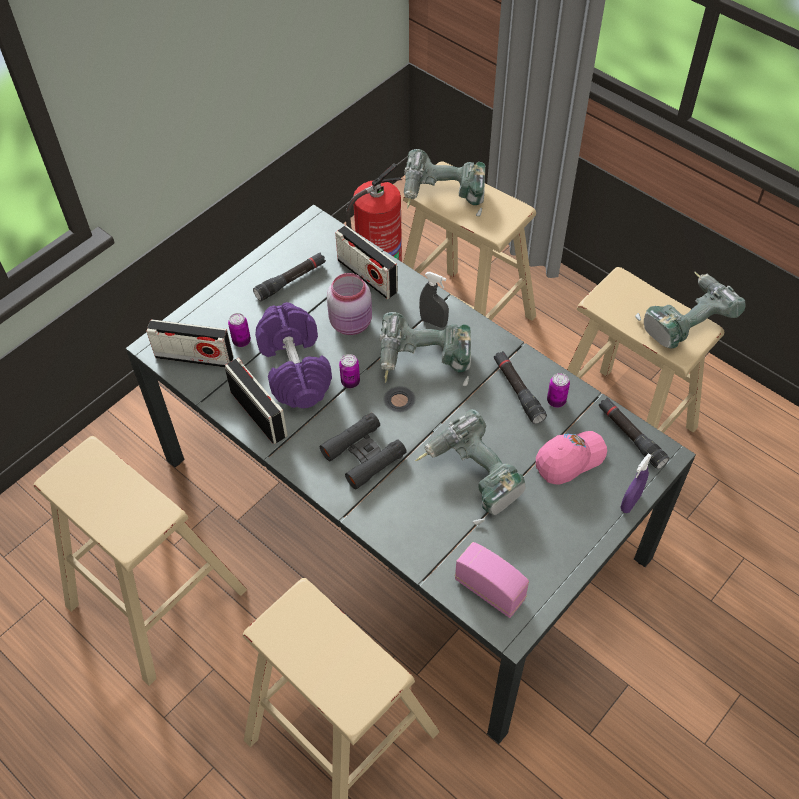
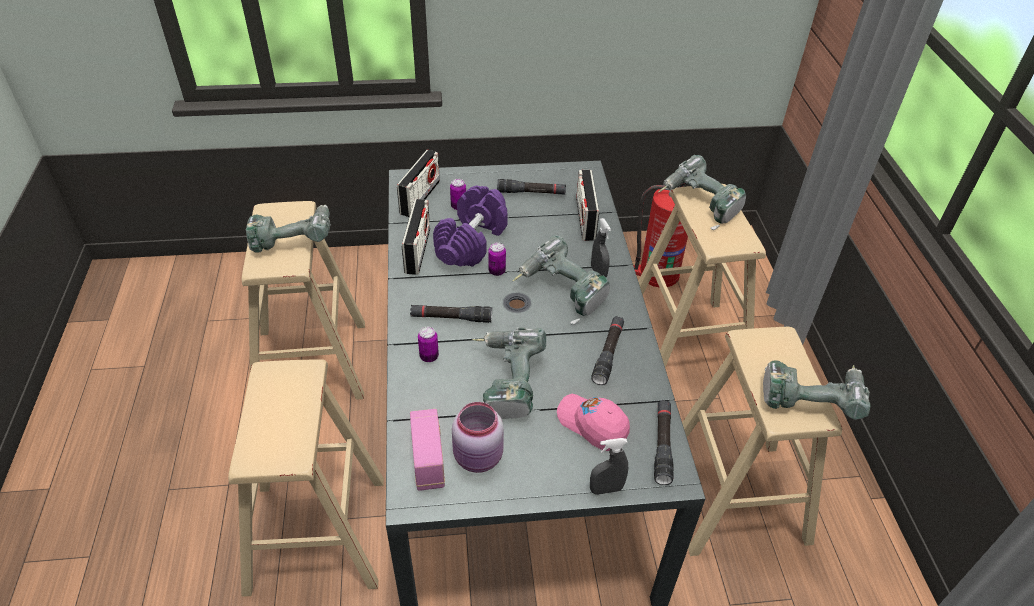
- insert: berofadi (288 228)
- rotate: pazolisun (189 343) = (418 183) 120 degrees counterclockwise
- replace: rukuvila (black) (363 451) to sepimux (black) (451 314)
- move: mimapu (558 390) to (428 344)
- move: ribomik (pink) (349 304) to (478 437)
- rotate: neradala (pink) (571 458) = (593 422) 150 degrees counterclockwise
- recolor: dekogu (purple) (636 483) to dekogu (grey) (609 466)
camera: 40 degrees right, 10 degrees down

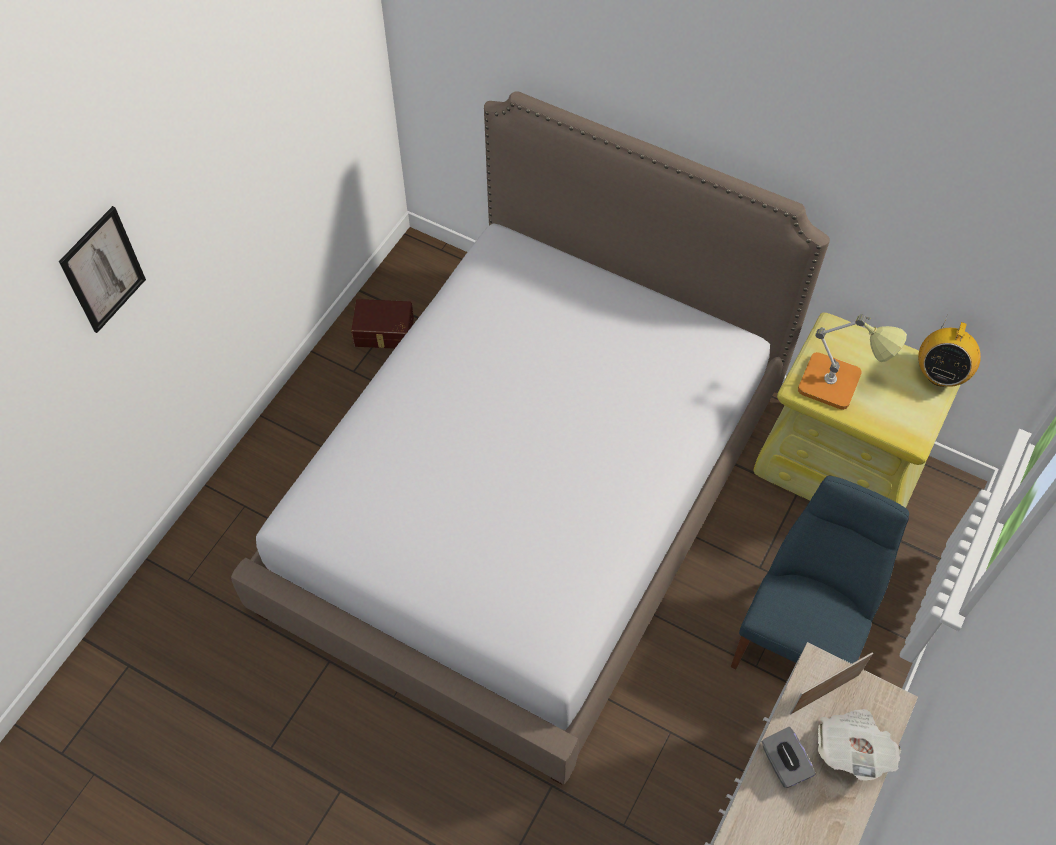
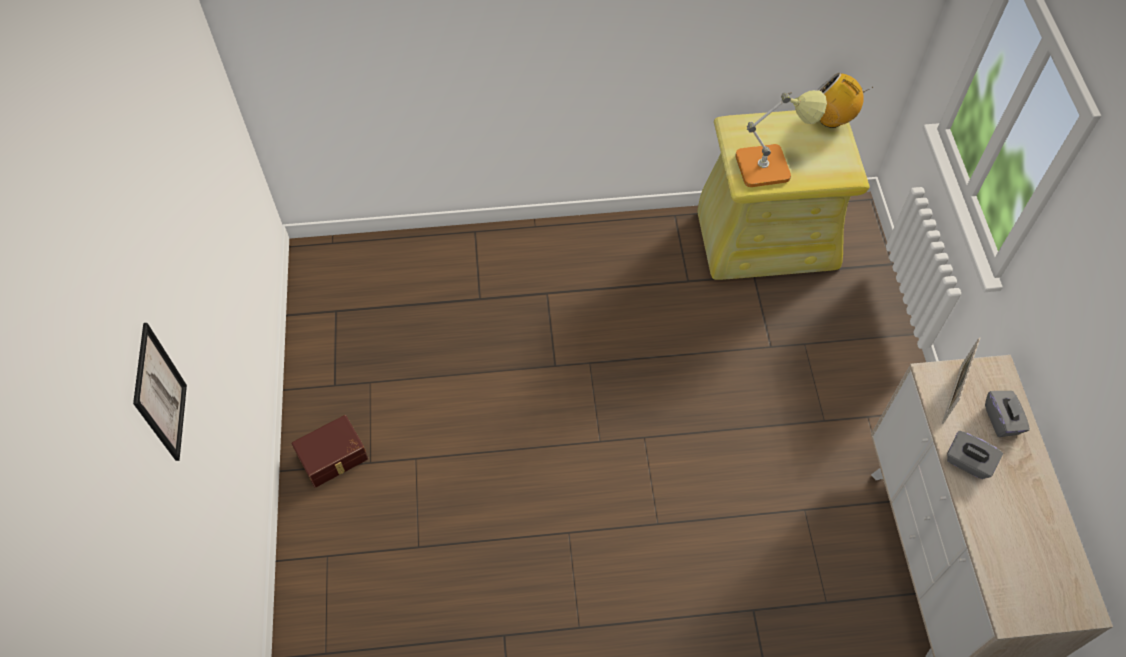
- move: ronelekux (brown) (382 324) to (329 451)
- rotate: pazolisun (949 351) = (845 100) 135 degrees clockwise
- replace: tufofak (859 745) to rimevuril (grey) (1007 414)
- delete: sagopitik (530 438)
- delete: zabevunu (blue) (820 572)
camera: 35 degrees left, 0 degrees up

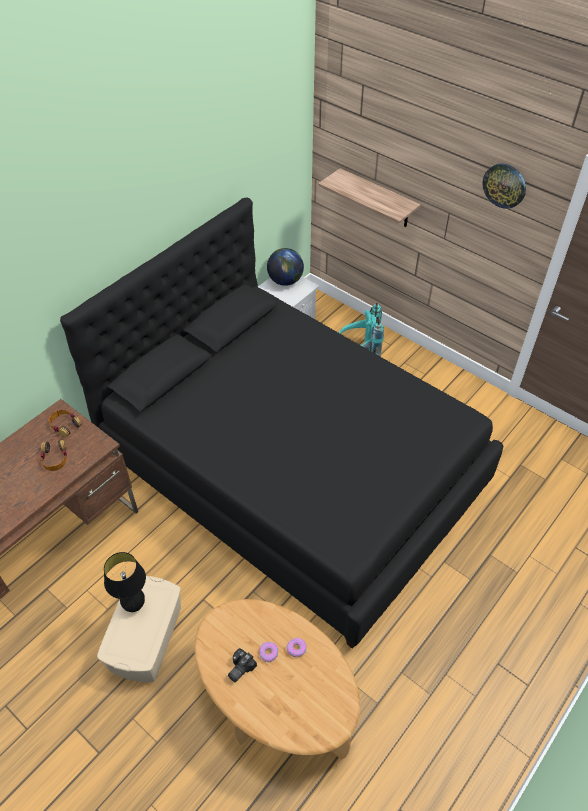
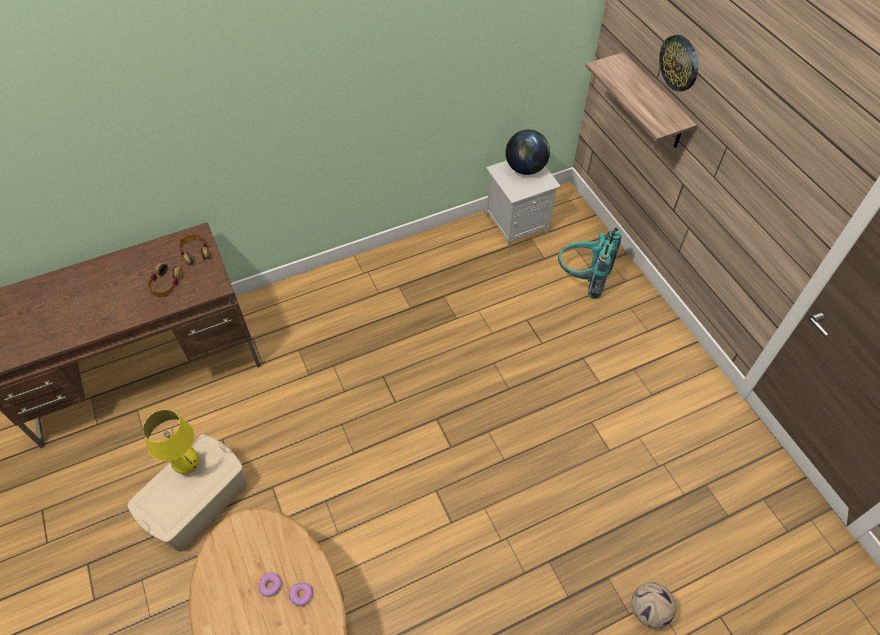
- recolor: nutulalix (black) (125 582) to nutulalix (yellow) (171 442)
- insert: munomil (653 605)
- move: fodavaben (504 186) to (678 63)
- delete: sagopitik (black) (282 423)
- delete: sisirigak (242 665)
camera: 25 degrees right, 5 degrees up

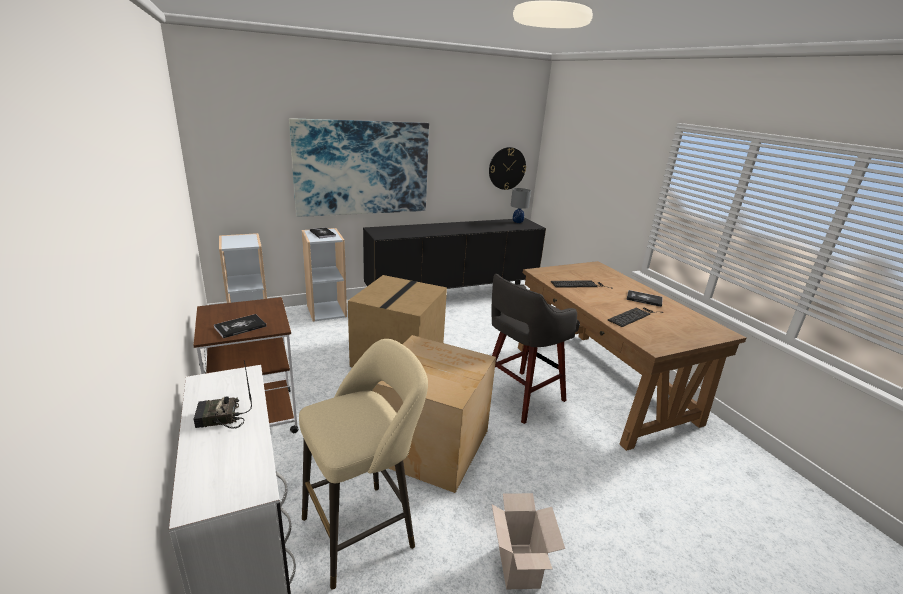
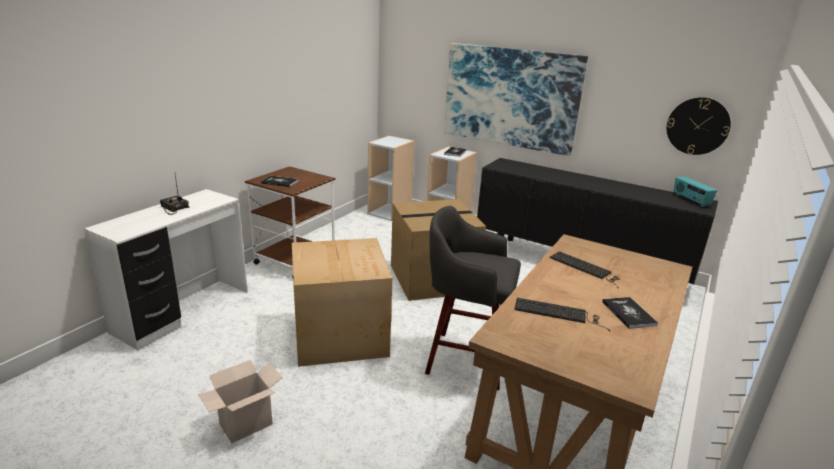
- replace: nutulalix (grey) (521 205) to pazolisun (695 191)
- delete: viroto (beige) (363 464)
camera: 55 degrees right, 0 degrees up

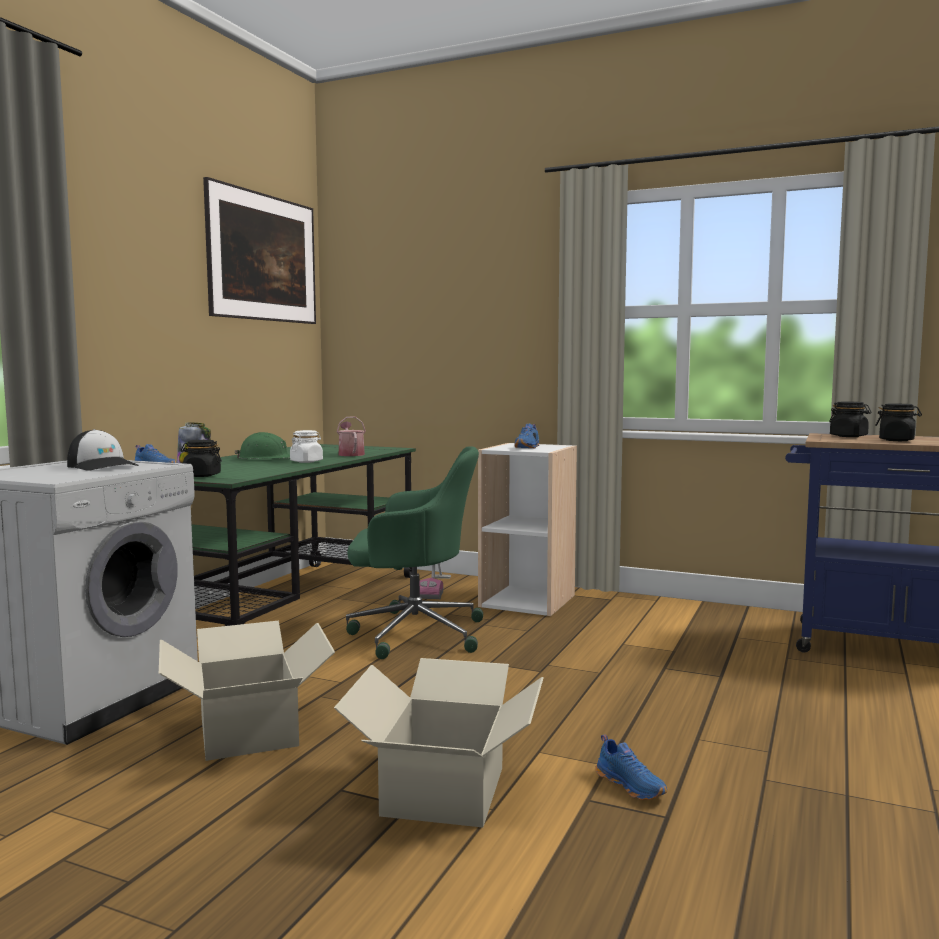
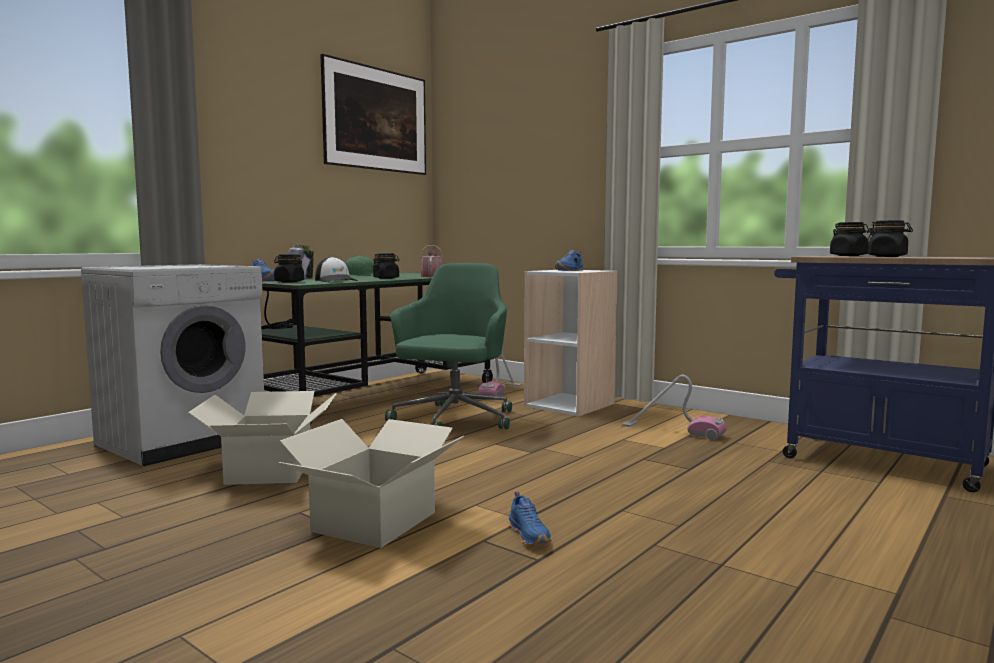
- move: neradala (103 450) to (336 269)
- recolor: ribomik (white) (306 446) to ribomik (black) (386 266)
- rotate: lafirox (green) (414 553) = (448 346) 90 degrees counterclockwise
- insert: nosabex (674 407)
camera: 15 degrees right, 0 degrees up

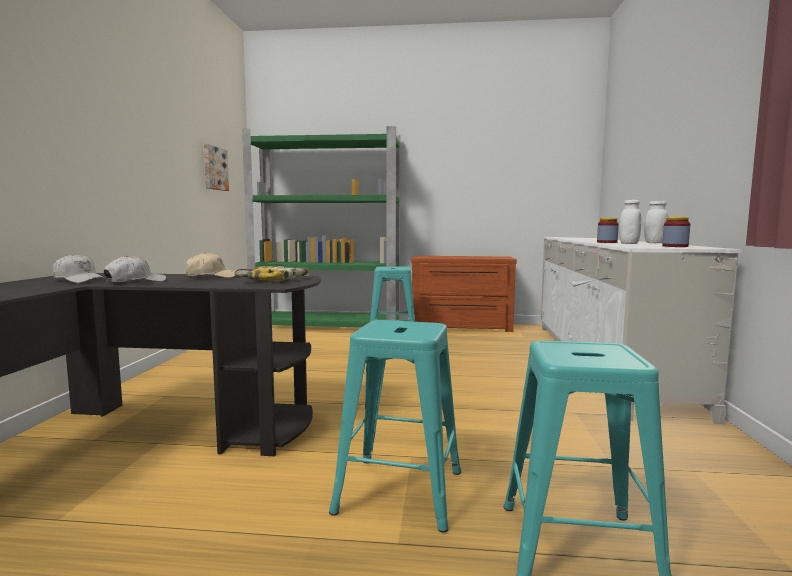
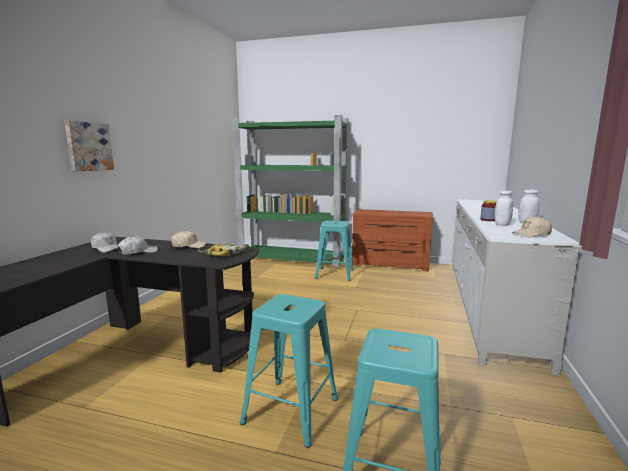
- move: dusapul (216 167) to (89 145)
- replace: ribomik (676 232) to neradala (beige) (532 226)
camera: 10 degrees right, 5 degrees up

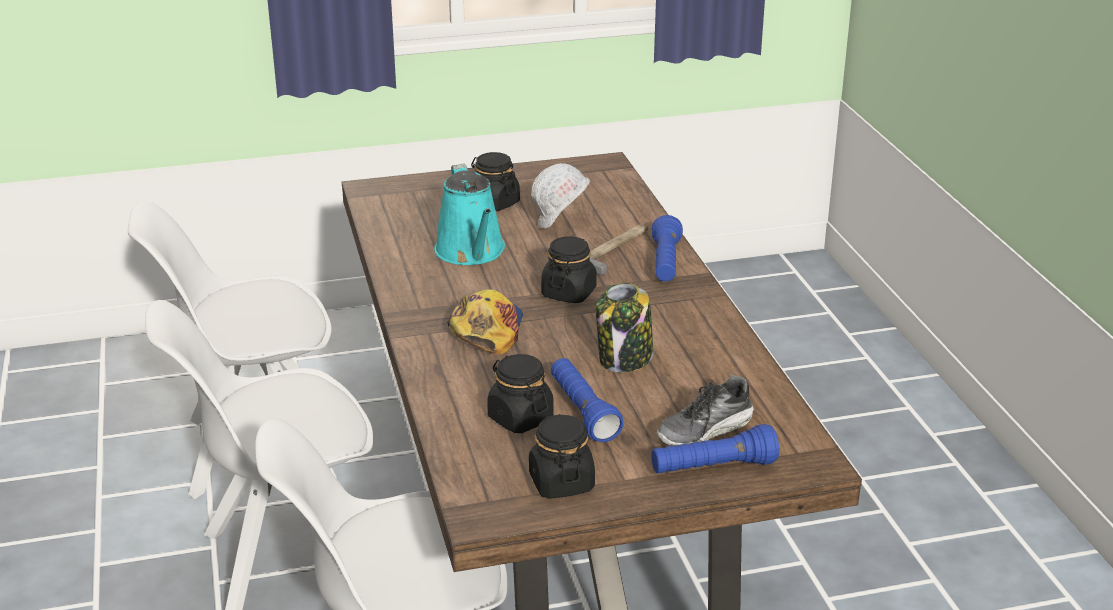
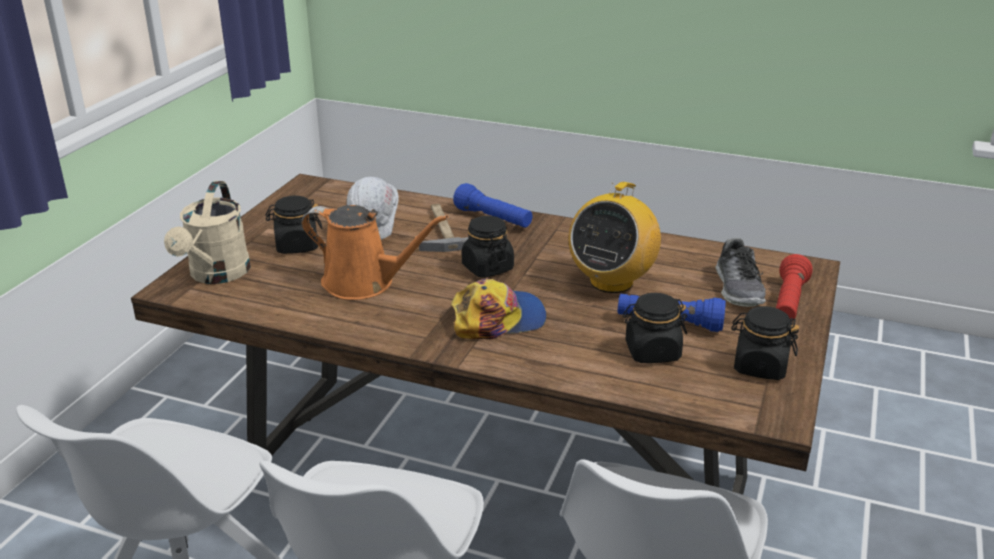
- insert: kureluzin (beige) (207 232)
- recolor: kureluzin (turquoise) (469 214) to kureluzin (orange) (375 252)
- rotate: neradala (485 321) = (499 308) 120 degrees clockwise
- replace: ribomik (624 327) to pazolisun (615 237)
- recolor: sepimux (blue) (715 449) to sepimux (red) (794 286)
camera: 55 degrees left, 0 degrees up

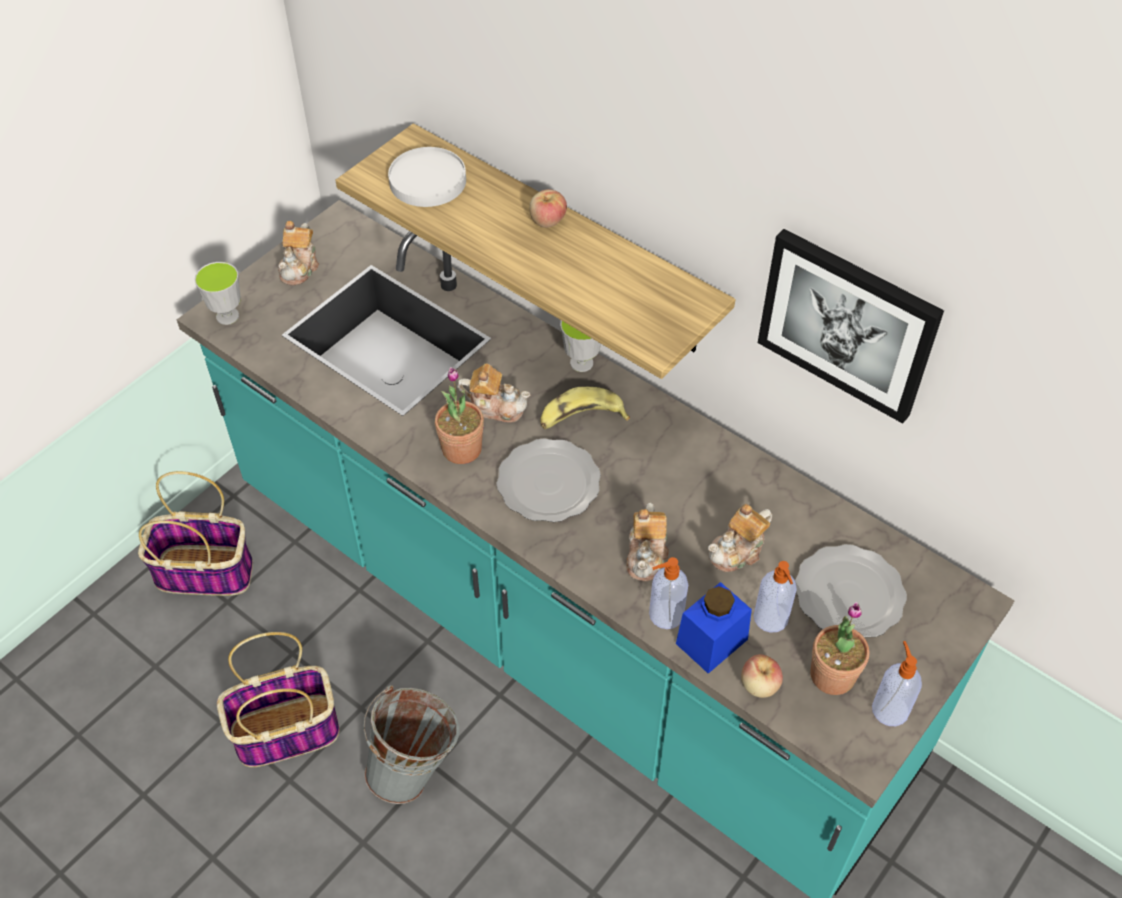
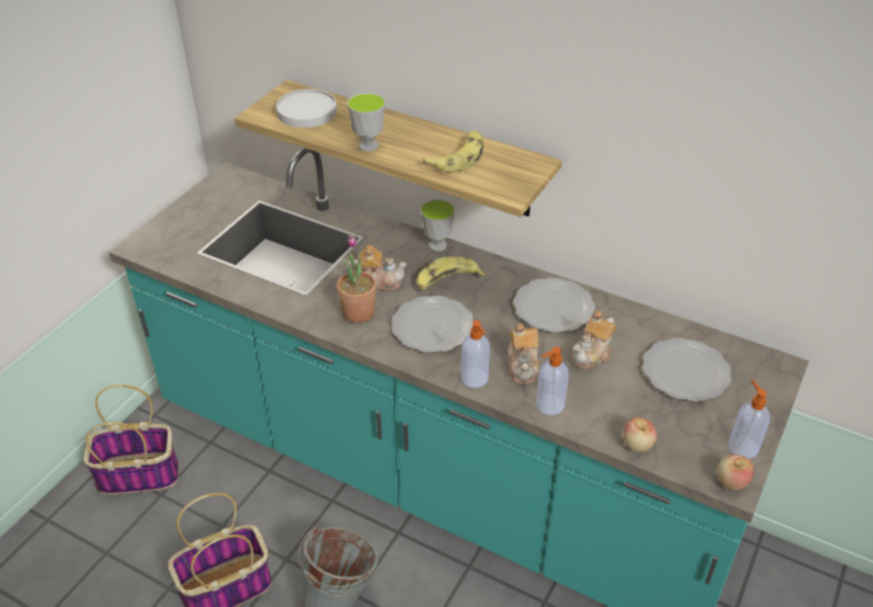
- move: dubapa (217 293) to (366 122)
- insert: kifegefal (453 151)
- move: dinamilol (775 597) to (475 354)
- insert: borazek (554 305)
- move: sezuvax (548 208) to (735 472)
- delete: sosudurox (298 253)
- delete: ribomik (blue) (714 628)
- delete: dusapul (851 326)
- delete: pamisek (839 648)
camera: 10 degrees left, 10 degrees down

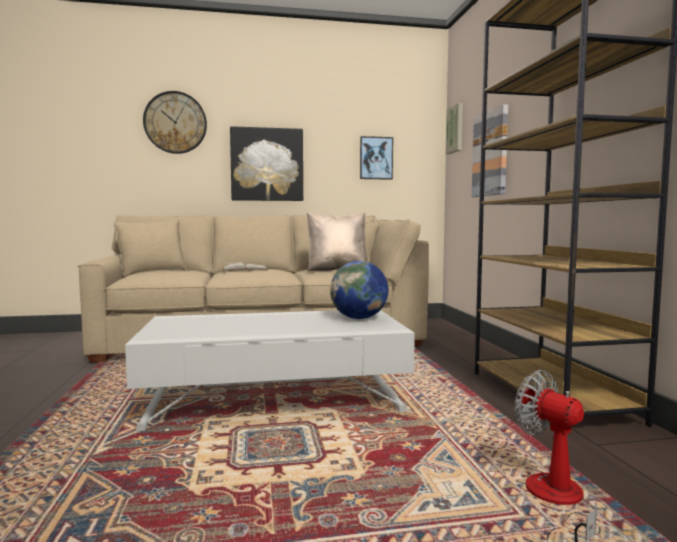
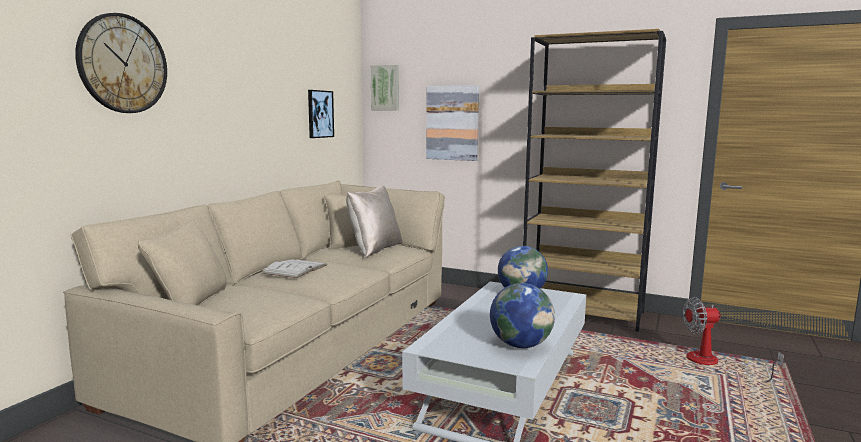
- insert: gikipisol (522 315)
- delete: dusapul (266 163)
camera: 55 degrees left, 5 degrees up

